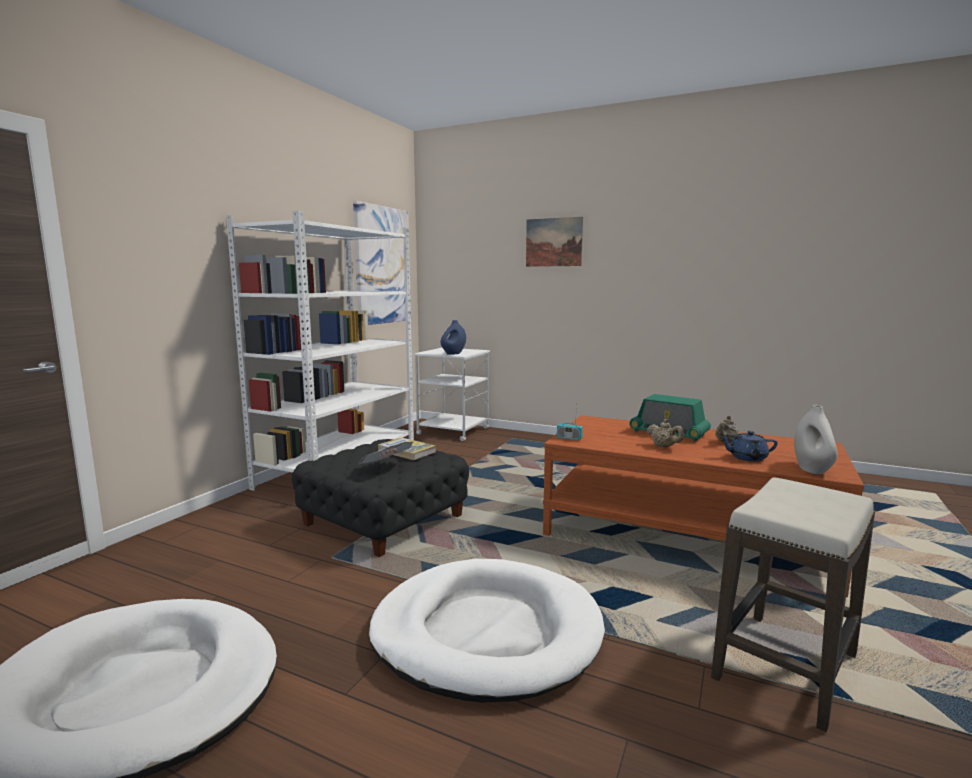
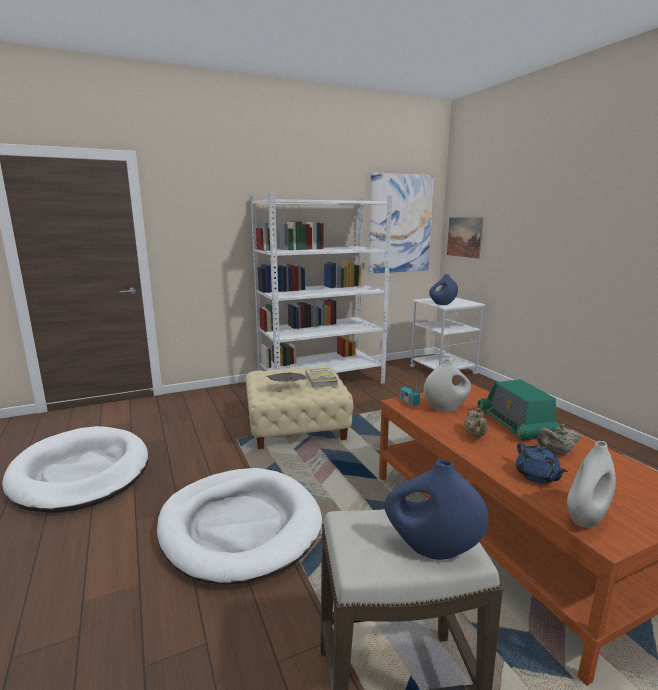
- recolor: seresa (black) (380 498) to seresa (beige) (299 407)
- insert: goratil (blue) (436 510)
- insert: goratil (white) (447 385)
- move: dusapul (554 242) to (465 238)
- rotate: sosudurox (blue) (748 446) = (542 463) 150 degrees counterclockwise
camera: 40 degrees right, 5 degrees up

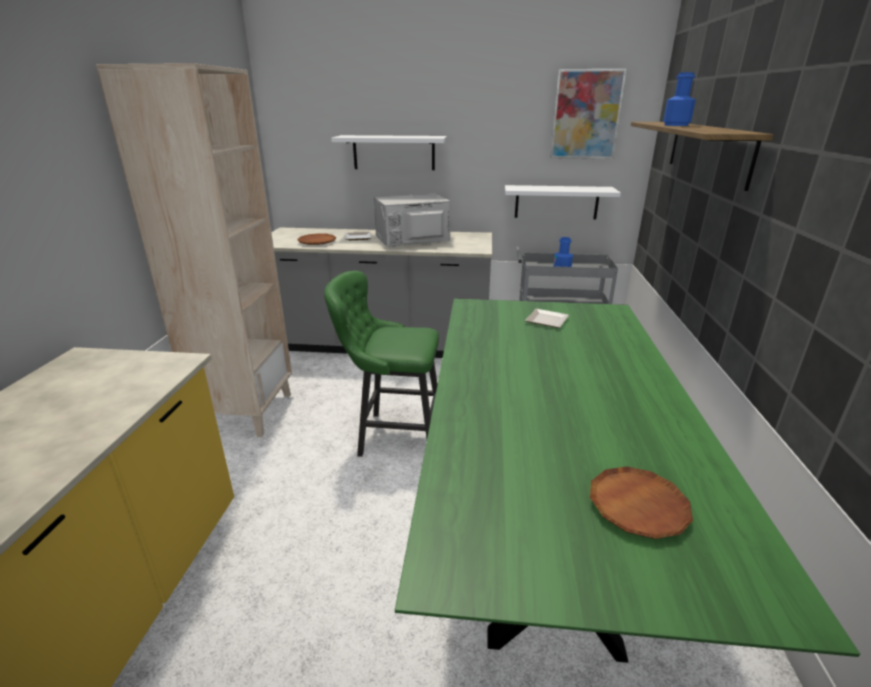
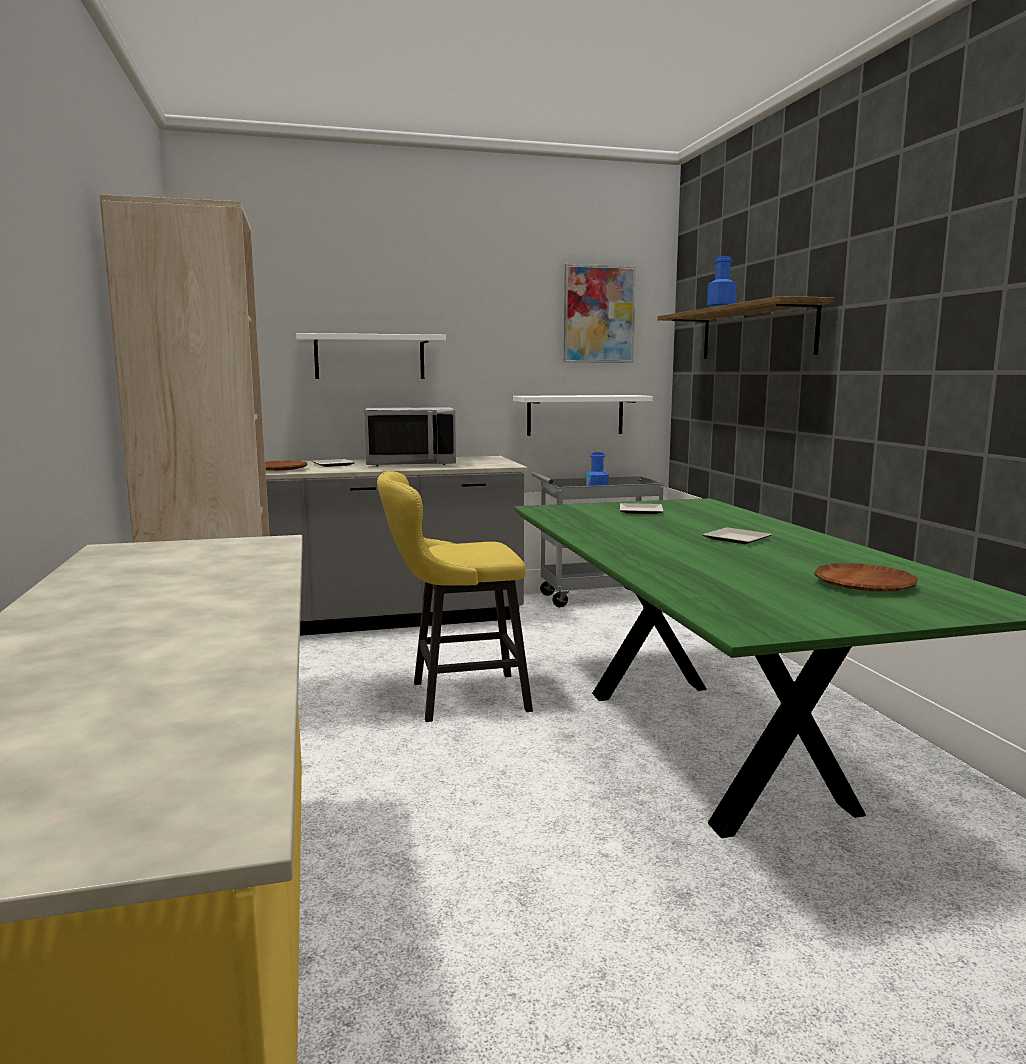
- rotate: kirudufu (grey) (412 220) = (410 436) 150 degrees counterclockwise
- recolor: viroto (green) (381 363) to viroto (yellow) (455 596)
- insert: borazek (737 535)
camera: 20 degrees left, 15 degrees down

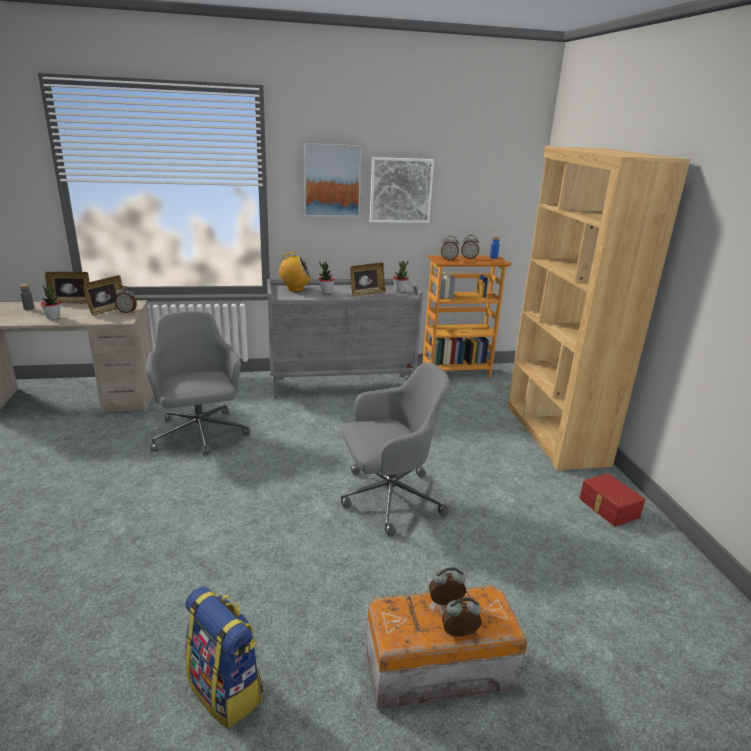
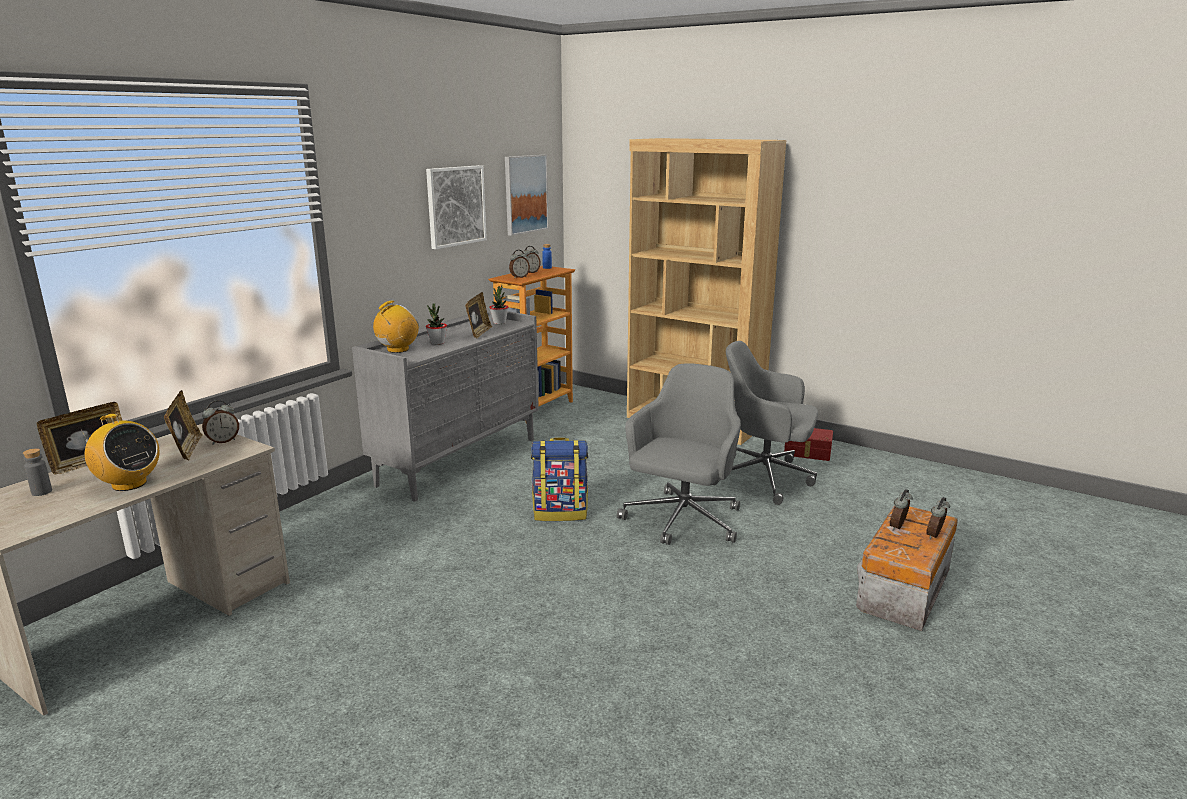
- replace: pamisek (50 300) to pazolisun (120 452)
- move: dusapul (333 180) to (526 195)
- move: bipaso (224 657) to (559 479)
- move: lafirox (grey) (198 383) to (765 423)
camera: 45 degrees left, 5 degrees down

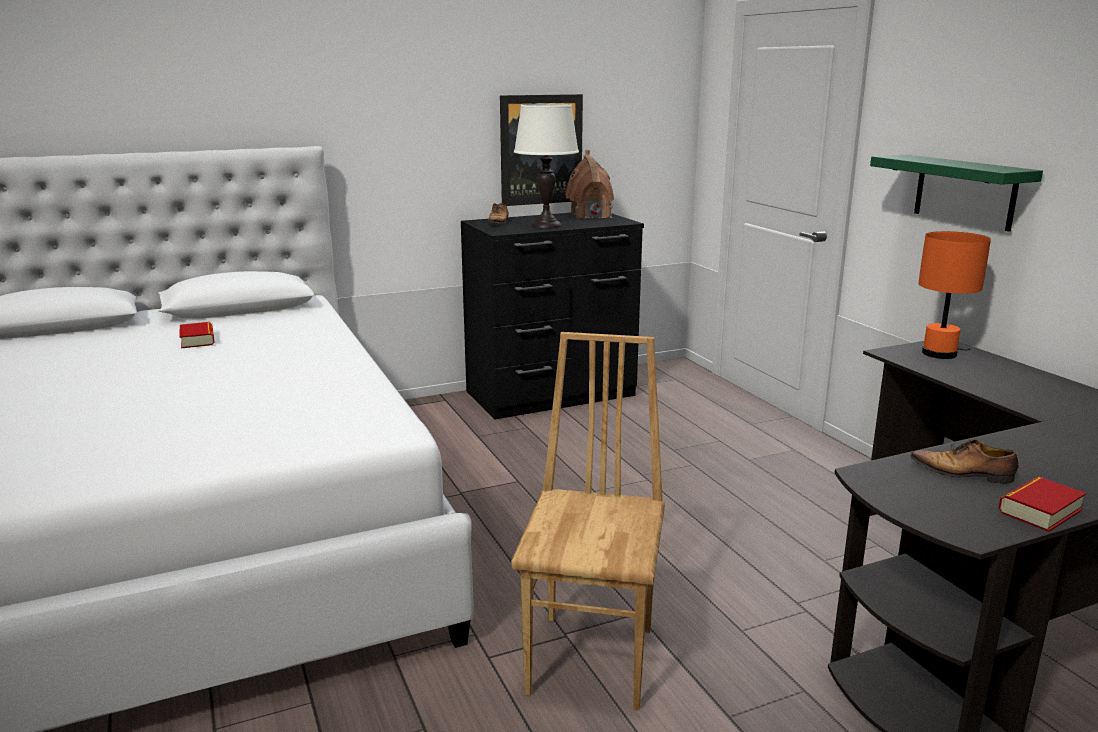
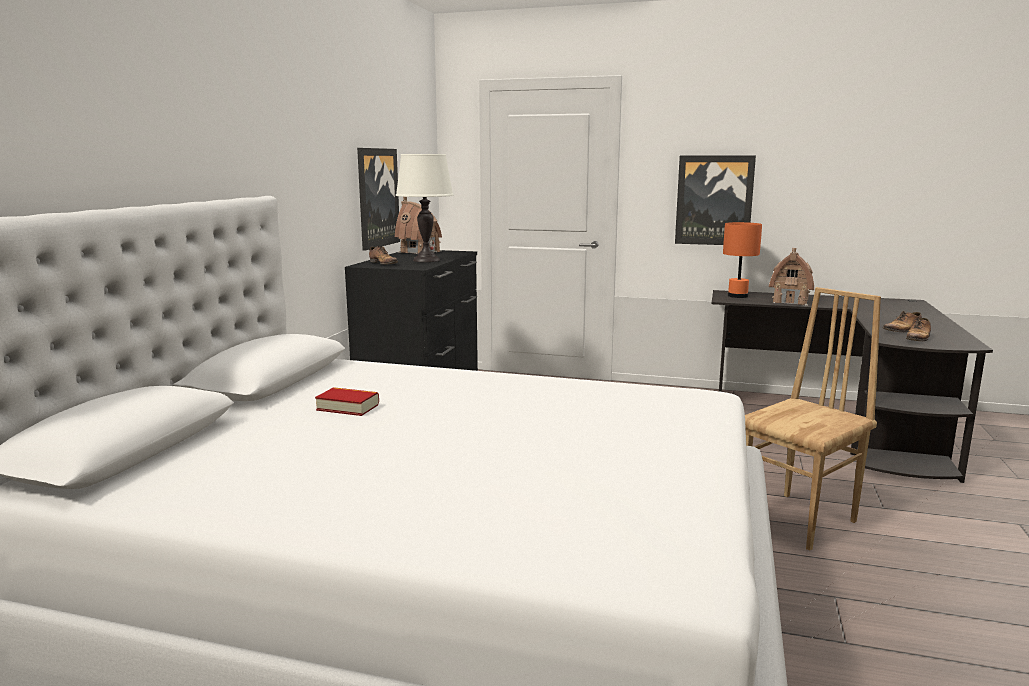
- replace: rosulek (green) (956 193) to dusapul (715 200)
- rotate: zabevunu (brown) (588 521) = (813 419) 90 degrees clockwise
- insert: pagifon (791 276)
- insert: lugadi (918 329)
- delete: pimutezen (1042 504)
camera: 50 degrees left, 5 degrees down

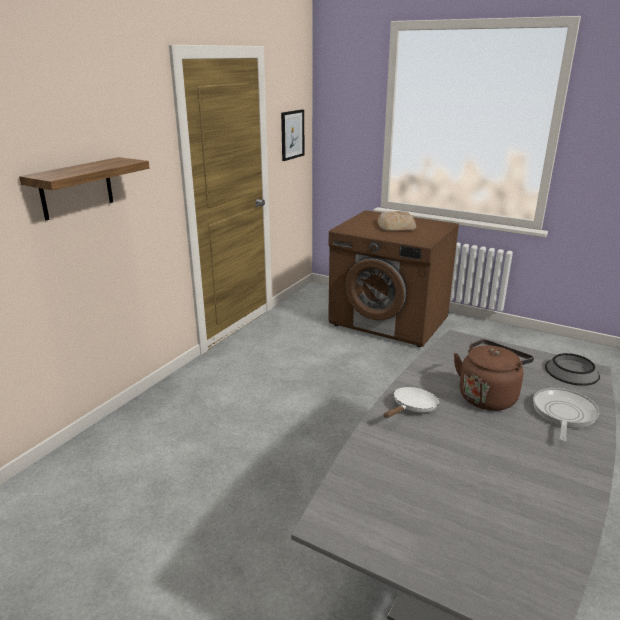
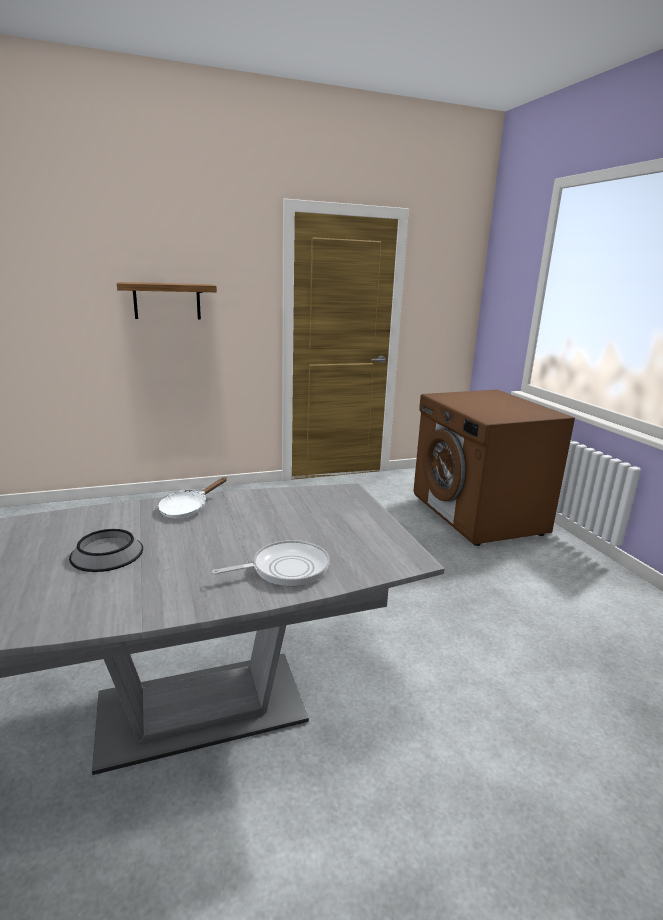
- move: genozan (572 369) to (106 550)
- rotate: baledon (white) (411 402) = (192 497) 135 degrees clockwise
- delete: dusapul (292 135)
- delete: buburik (397 221)
- delete: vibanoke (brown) (494 375)
camera: 40 degrees right, 5 degrees down

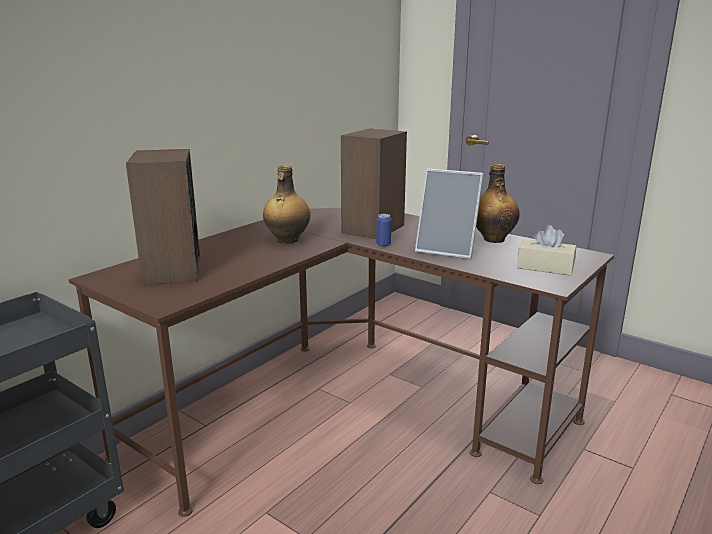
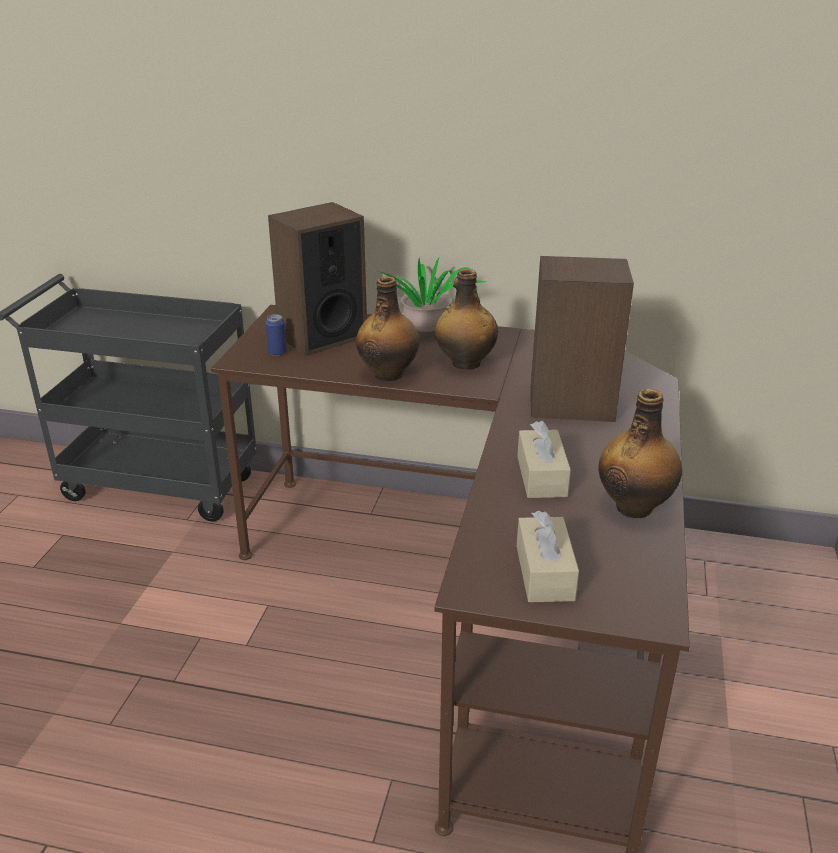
- move: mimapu (383 230) to (276 335)
- insert: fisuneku (388 328)
- insert: pamisek (432 295)
- replace: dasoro (449 213) to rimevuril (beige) (544 459)
camera: 65 degrees right, 10 degrees up

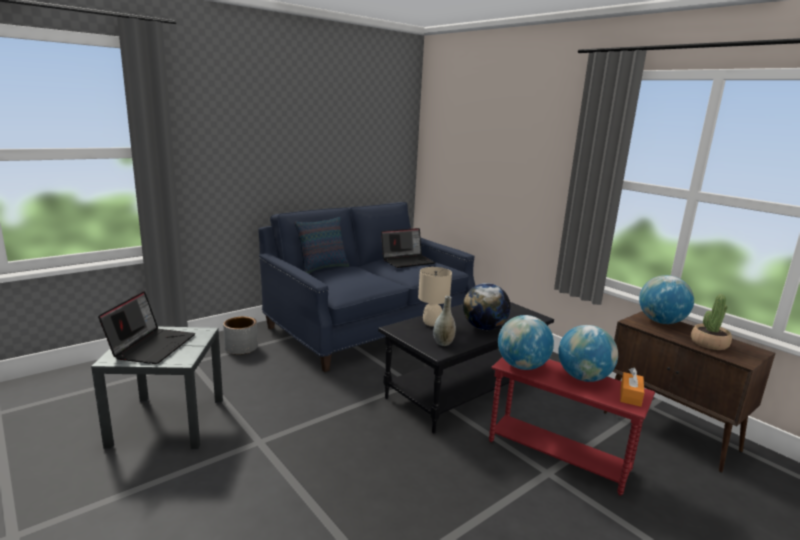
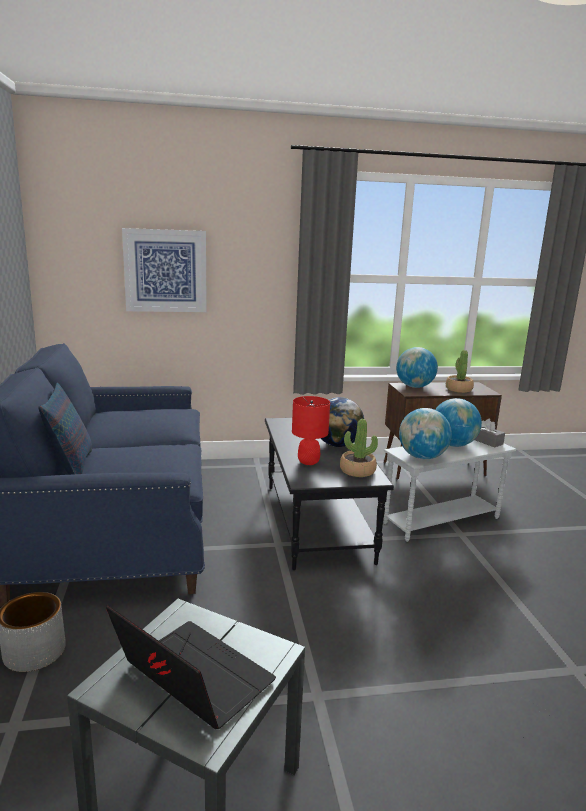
- insert: dusapul (164 270)
- recolor: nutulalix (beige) (435 297) to nutulalix (red) (311 430)
- replace: goratil (grey) (444 321) to pamisek (359 448)
- recolor: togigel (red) (572 426) to togigel (white) (450 491)
- recolor: rimevuril (orange) (632 387) to rimevuril (grey) (490 433)
- delete: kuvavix (408 248)
camera: 60 degrees left, 0 degrees up

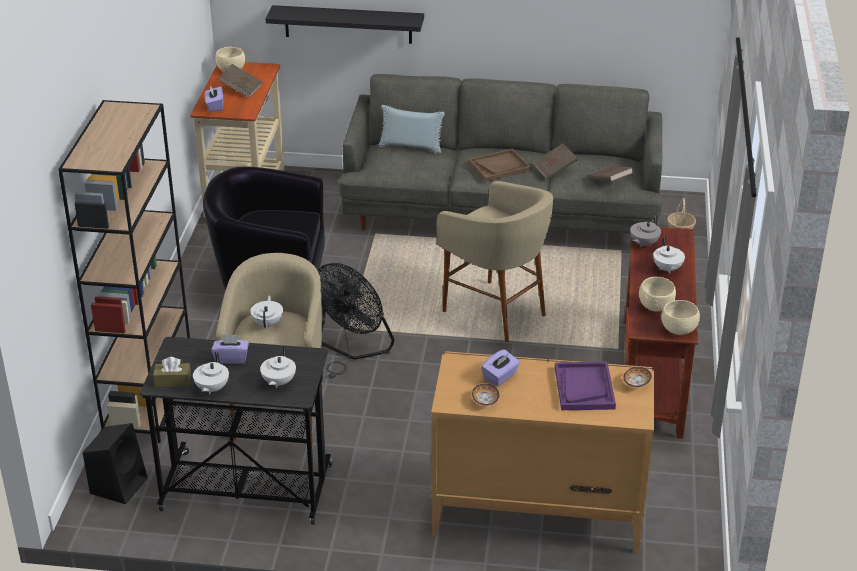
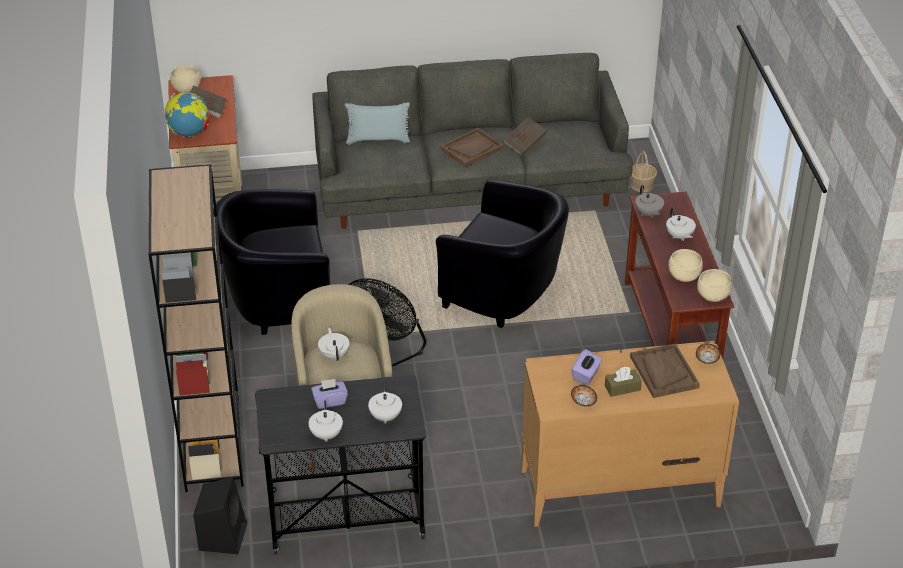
- replace: rimevuril (purple) (214 98) to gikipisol (187 115)
- replace: viroto (beige) (495 261) to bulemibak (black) (502 254)
- move: rimevuril (brown) (172 372) to (623 382)
- recolor: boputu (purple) (585 386) to boputu (brown) (665 370)
- rotate: sosudurox (grey) (645 230) = (649 201) 45 degrees counterclockwise
- delete: rosulek (black) (345 24)
- delete: pimutezen (brown) (611 173)
camera: 15 degrees left, 5 degrees up

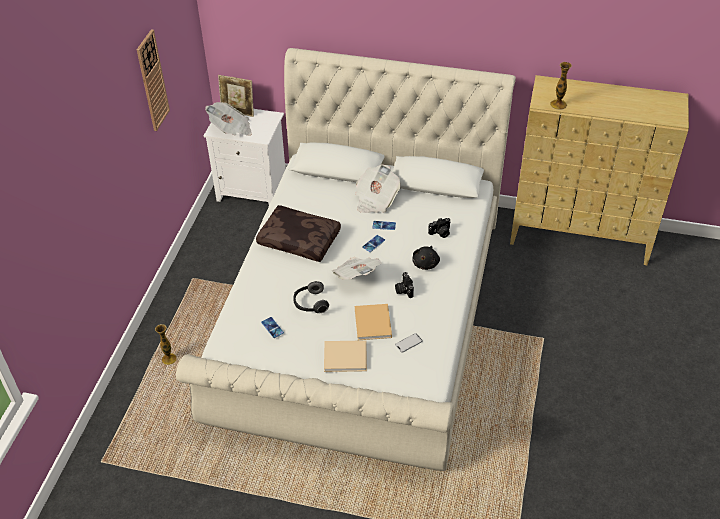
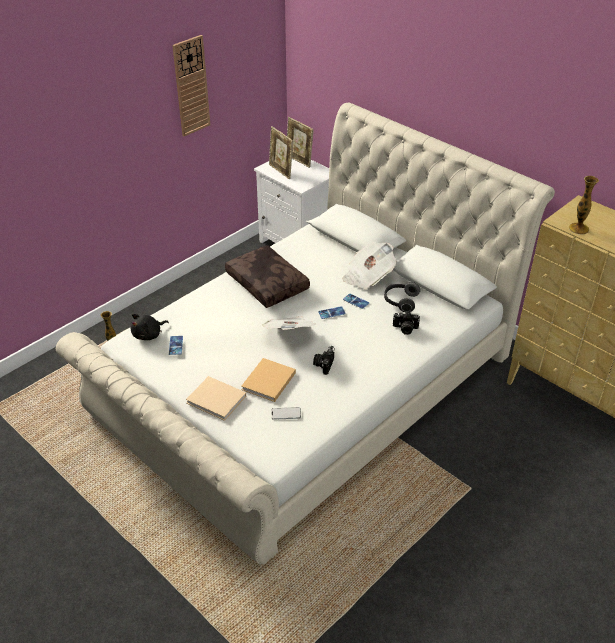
- move: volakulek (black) (426 258) to (150 327)
- replace: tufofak (228 119) to dasoro (281 152)
- move: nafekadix (311 297) to (402 297)
camera: 30 degrees right, 5 degrees down

